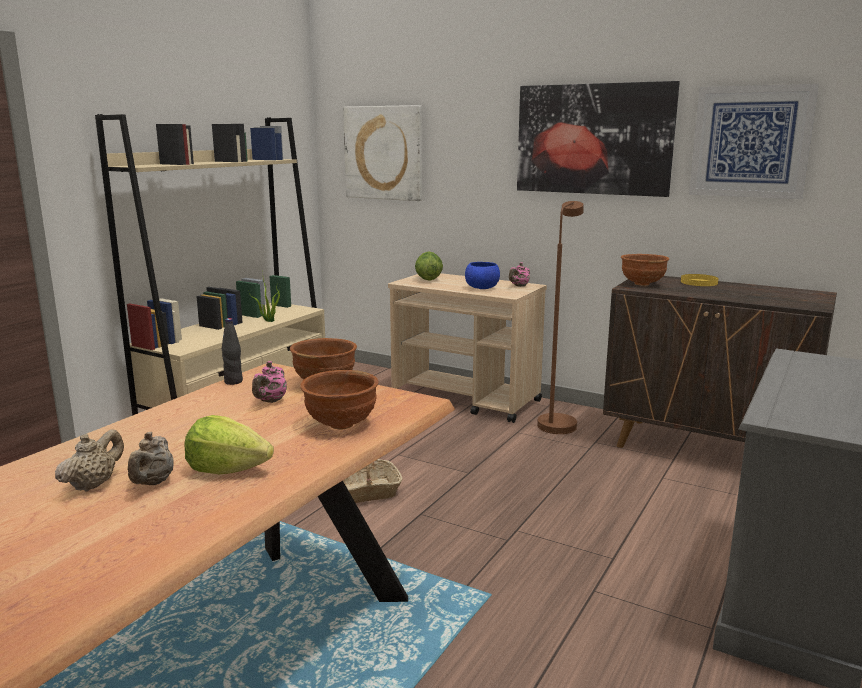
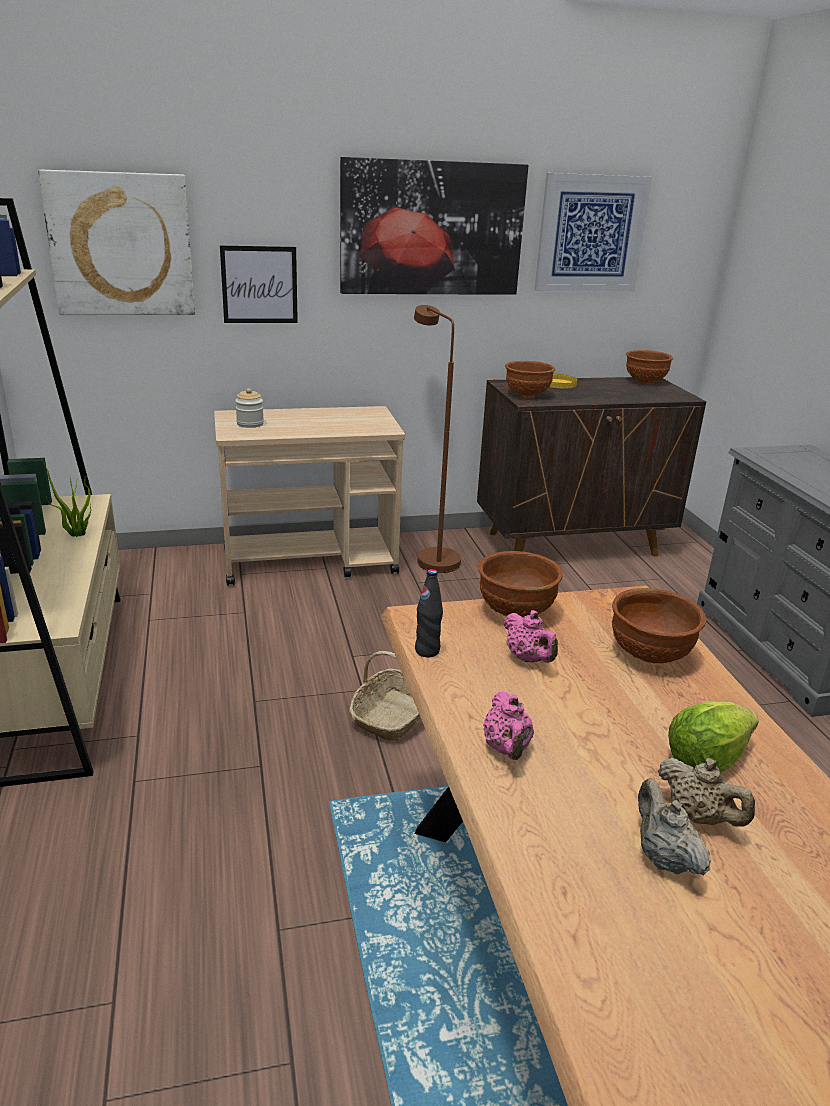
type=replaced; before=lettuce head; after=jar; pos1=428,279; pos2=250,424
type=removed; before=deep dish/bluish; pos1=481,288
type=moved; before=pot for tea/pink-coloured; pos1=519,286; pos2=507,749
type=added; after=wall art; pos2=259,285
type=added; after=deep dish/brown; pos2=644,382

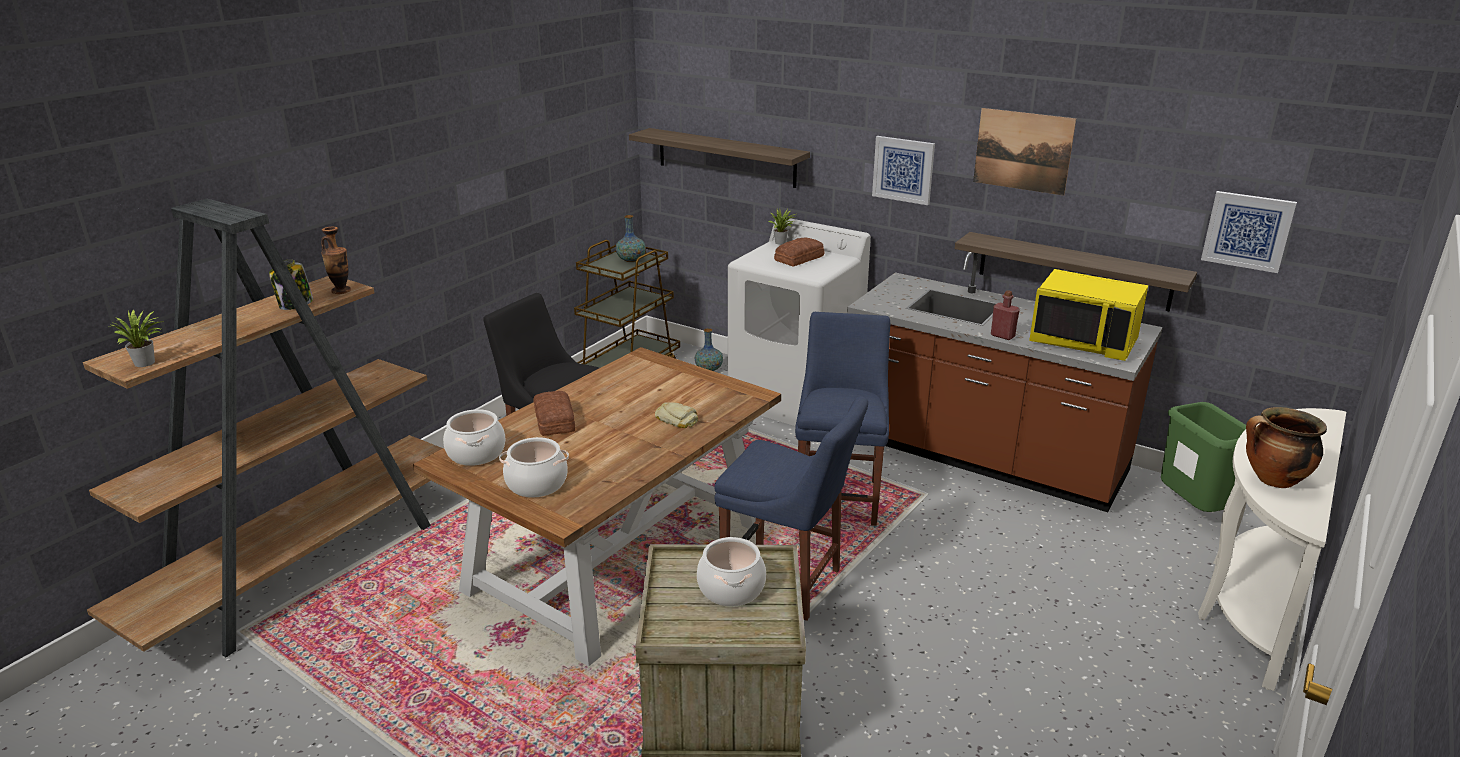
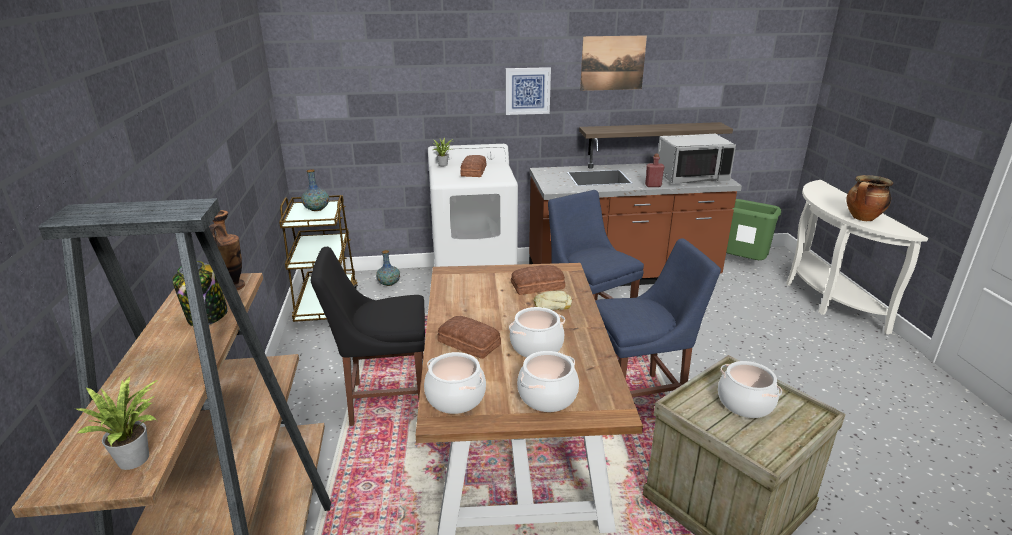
type=removed; before=shelf; pos1=726,157
type=removed; before=wall art; pos1=1247,231
type=recoloured; before=microwave oven/yellow-coloured; after=microwave oven/gray; pos1=1084,341; pos2=691,177
type=added; after=bread; pos2=538,286
type=added; after=stockpot; pos2=536,347

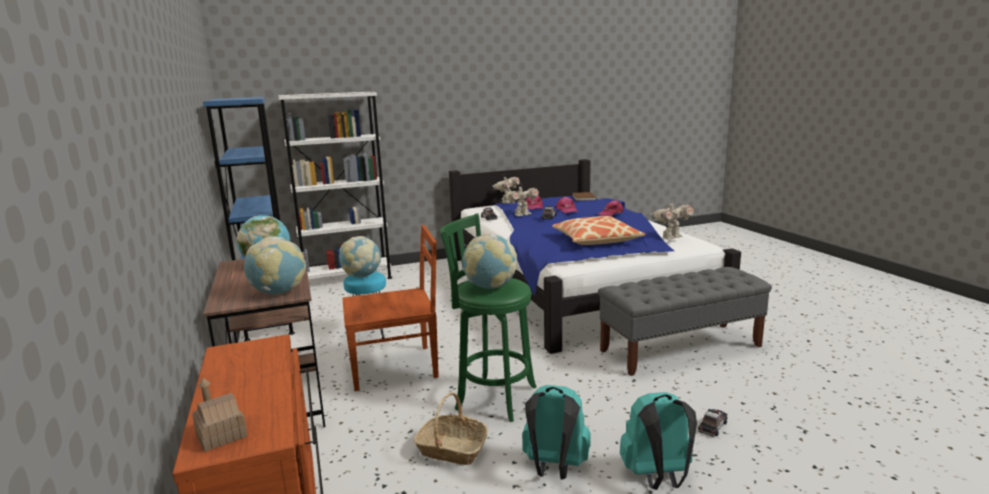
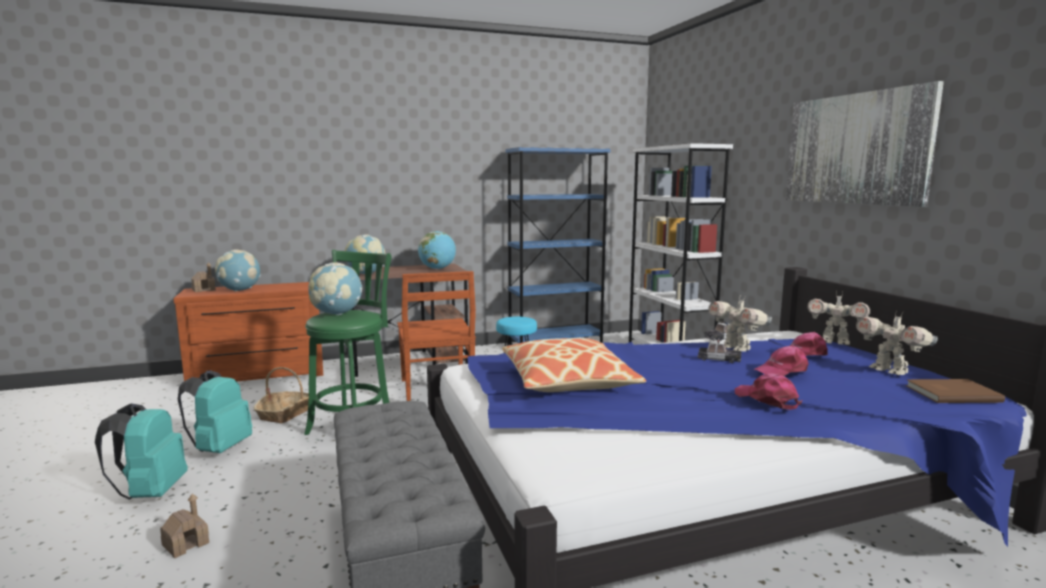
type=moved; before=model robot; pos1=671,237; pos2=889,371
type=moved; before=world globe; pos1=361,276; pos2=240,290
type=replaced; before=model car; after=miniature house; pos1=713,426; pos2=186,544
type=added; after=wall art; pos2=855,149

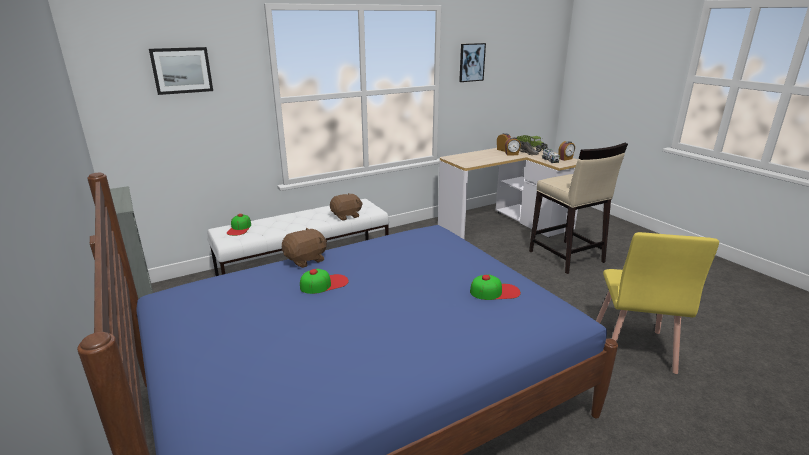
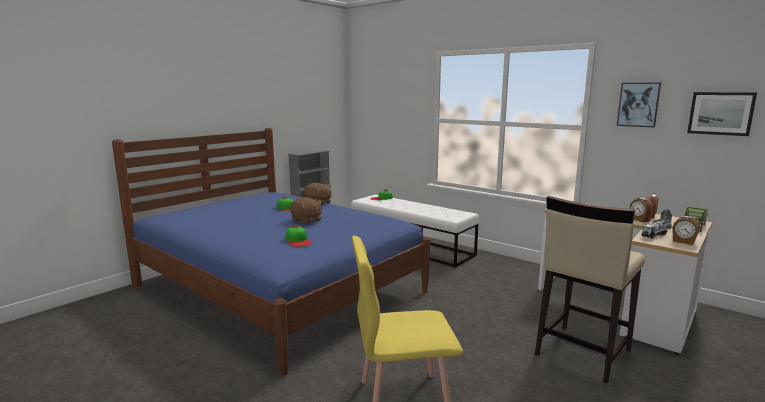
type=moved; before=wall art; pos1=182,70; pos2=720,113
type=moved; before=cuddly toy/brown; pos1=346,216; pos2=306,220

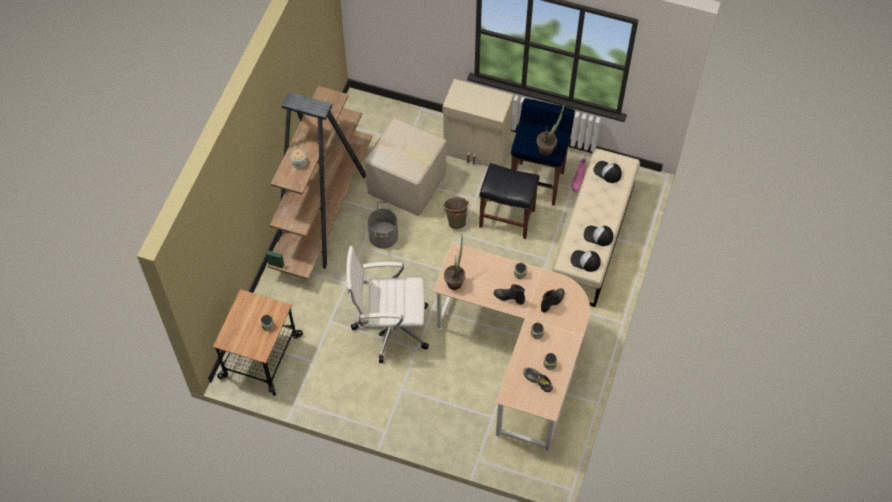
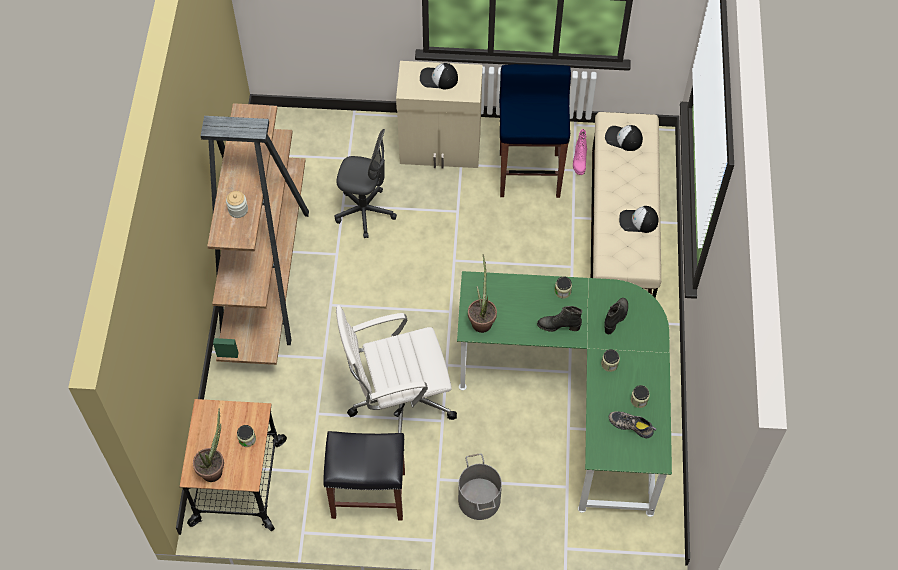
type=moved; before=plant in a pot; pos1=547,148; pos2=214,468
type=replaced; before=cardboard box; after=computer chair/gray; pos1=407,184; pos2=365,212
type=moved; before=stool/black-coloured; pos1=506,218; pos2=367,494
type=removed; before=pail/green; pos1=456,219
type=moved; before=pail/gray; pos1=383,236; pos2=478,500
type=recoloured; before=desk table/sand-coloured; after=desk table/green; pos1=519,357; pos2=576,400
type=moved; before=cap; pos1=585,261; pos2=438,78

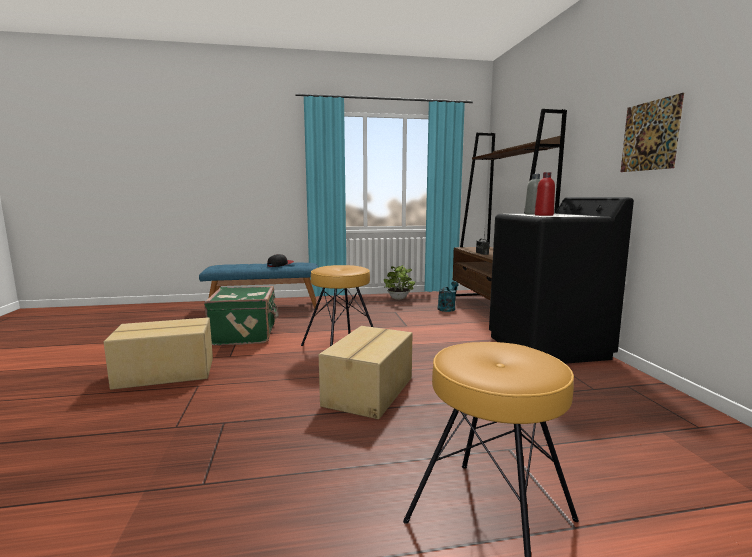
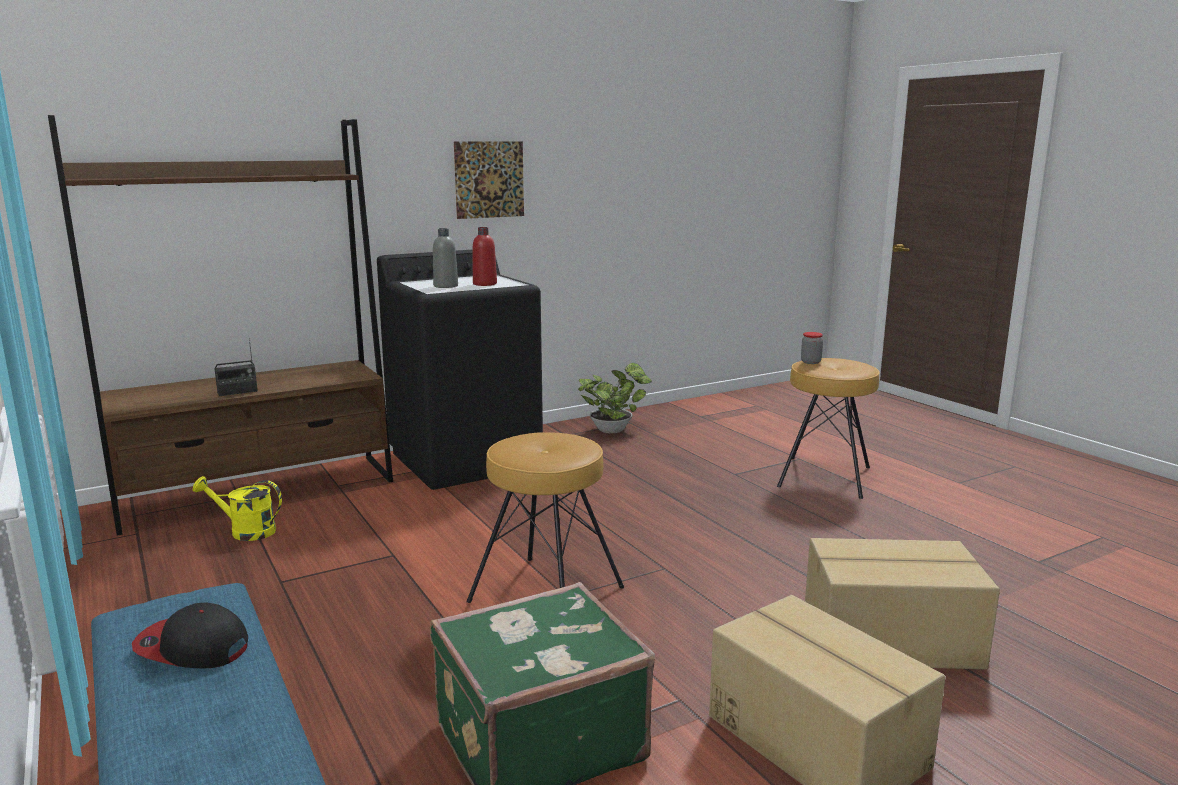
type=moved; before=plant in a pot; pos1=398,299; pos2=614,430
type=recoloured; before=sprinkling can/turquoise-coloured; after=sprinkling can/yellow-coloured; pos1=447,308; pos2=245,531
type=moved; before=cardboard box; pos1=370,391; pos2=889,638
type=added; after=jar; pos2=810,362

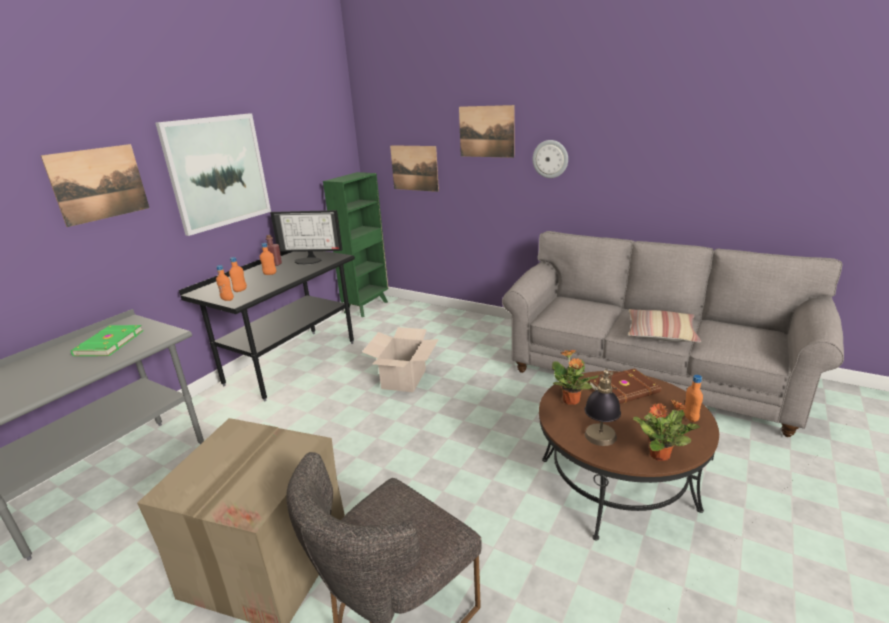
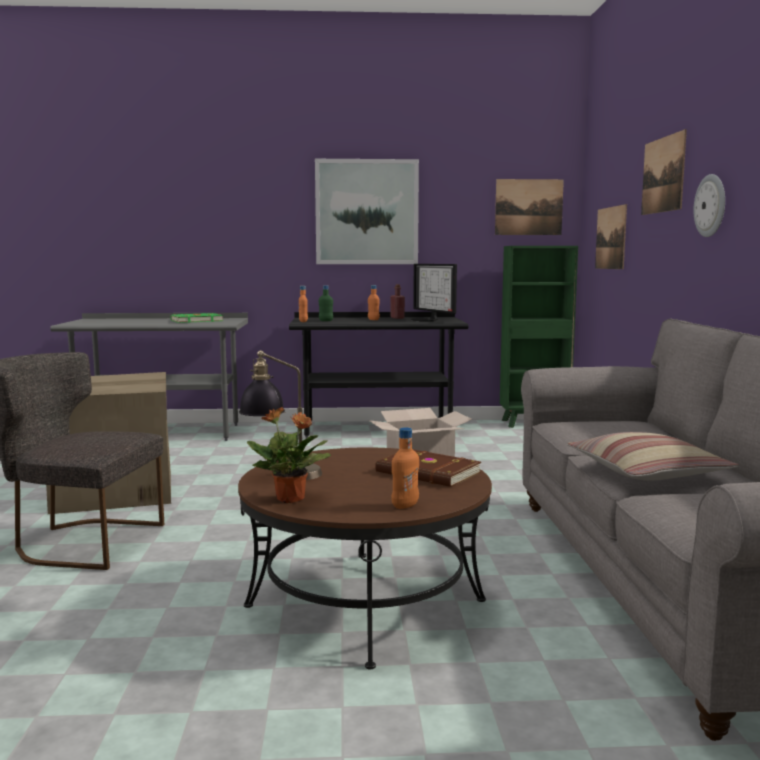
type=moved; before=wall art; pos1=99,184; pos2=528,207
type=recoloured; before=bottle/orange-coloured; after=bottle/green; pos1=240,290; pos2=326,321
type=removed; before=plant in a pot; pos1=571,401

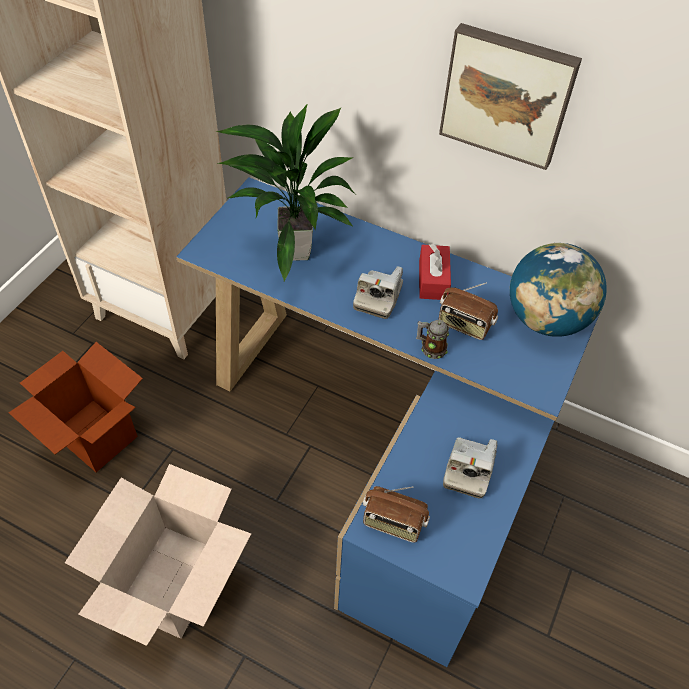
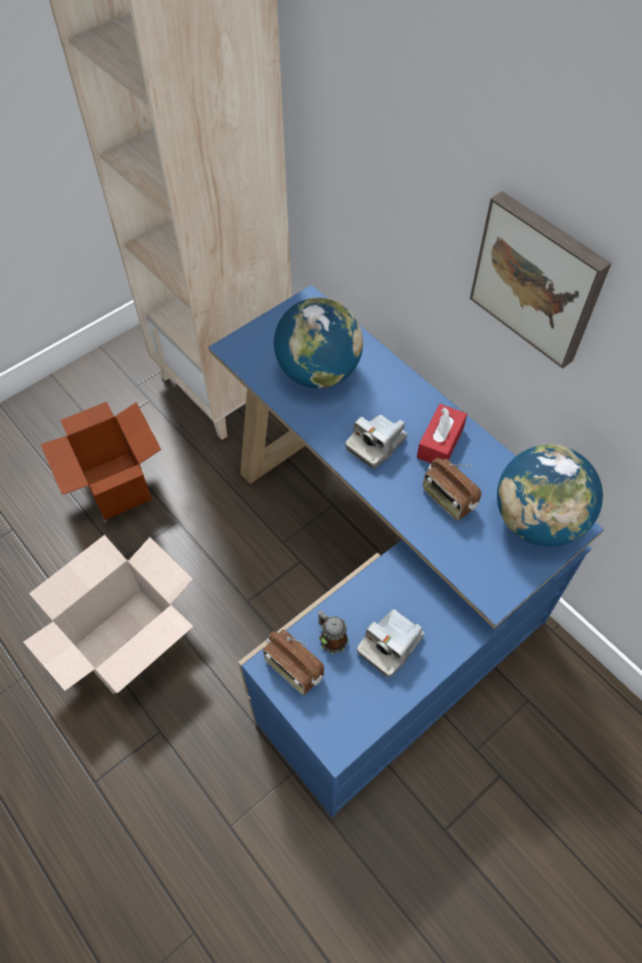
type=replaced; before=plant in a pot; after=world globe; pos1=294,250; pos2=318,372
type=moved; before=coffee mug; pos1=430,348; pos2=331,637

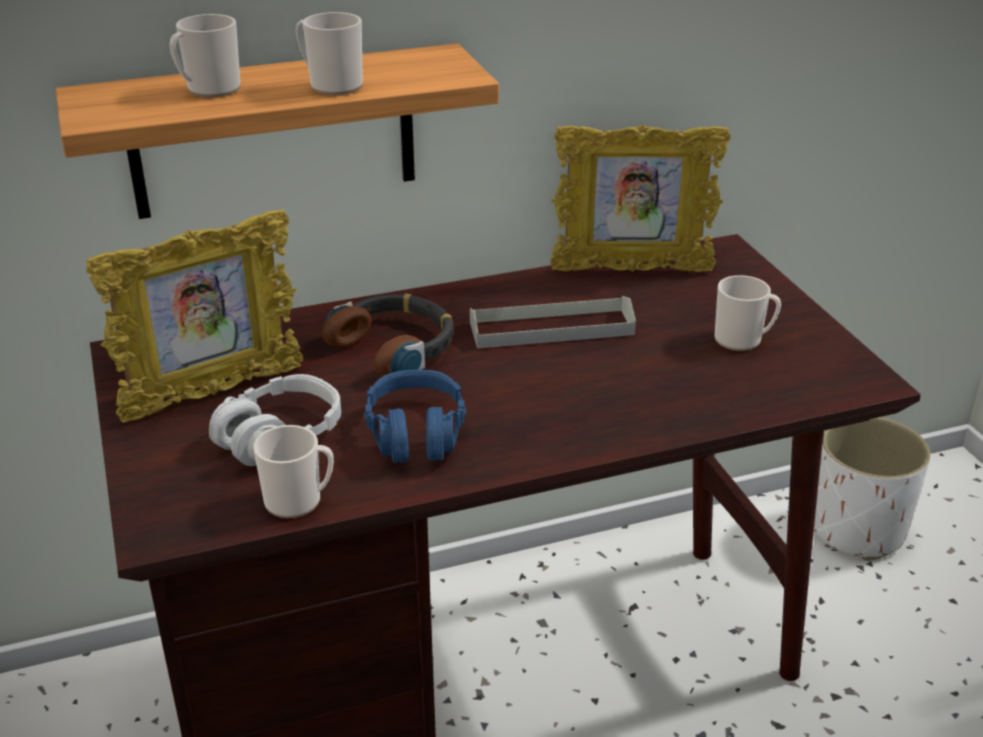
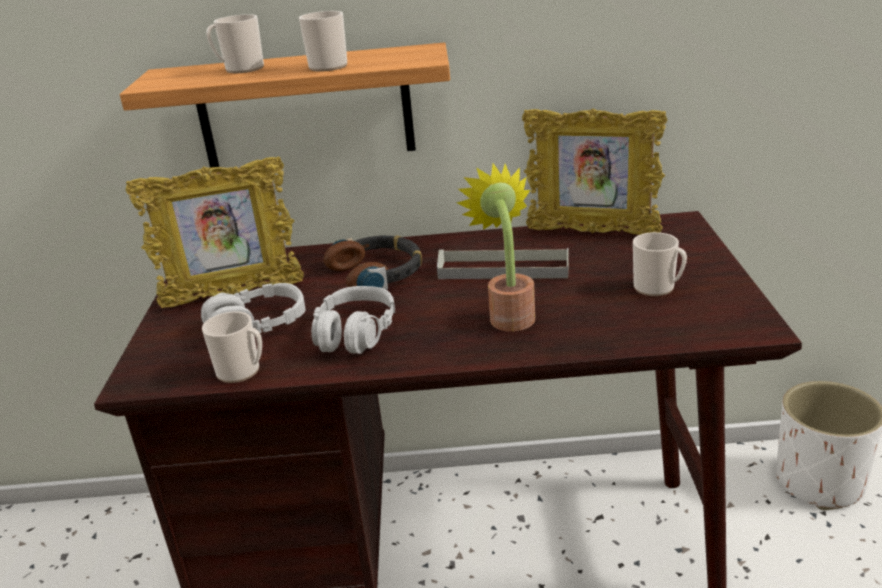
type=recoloured; before=headphones/bluish; after=headphones/gray; pos1=416,433; pos2=355,334
type=added; after=plant in a pot; pos2=509,315

